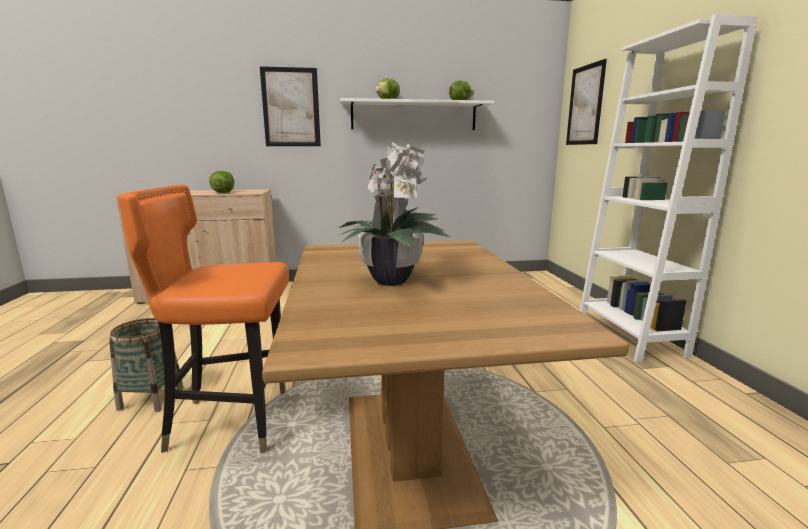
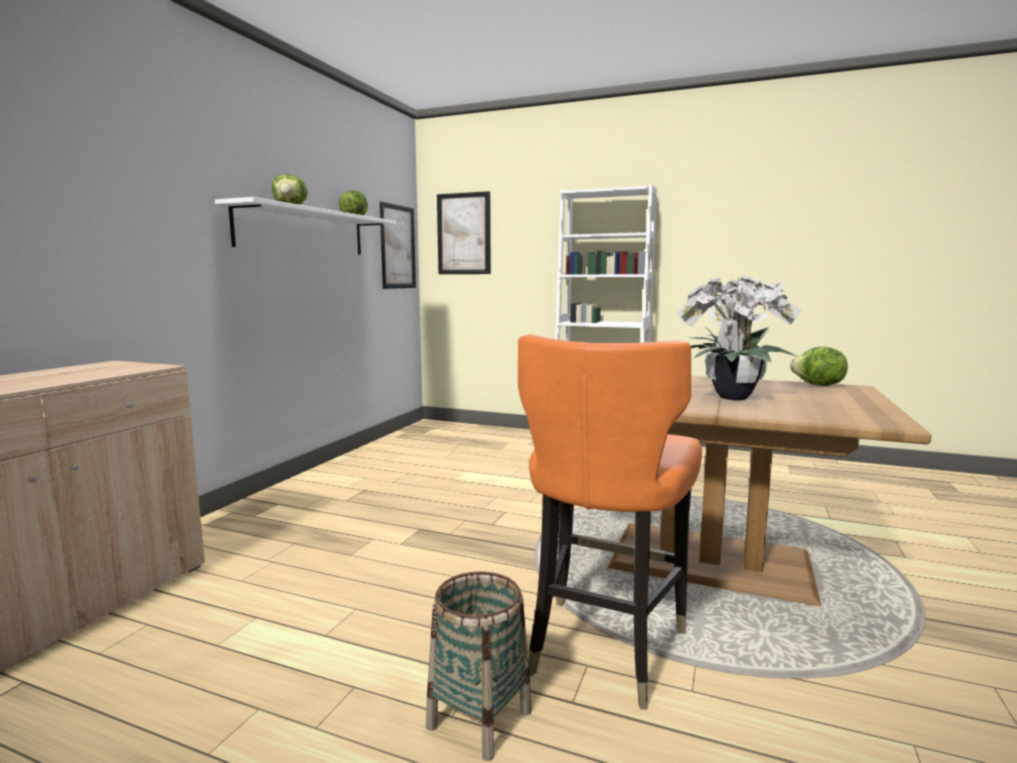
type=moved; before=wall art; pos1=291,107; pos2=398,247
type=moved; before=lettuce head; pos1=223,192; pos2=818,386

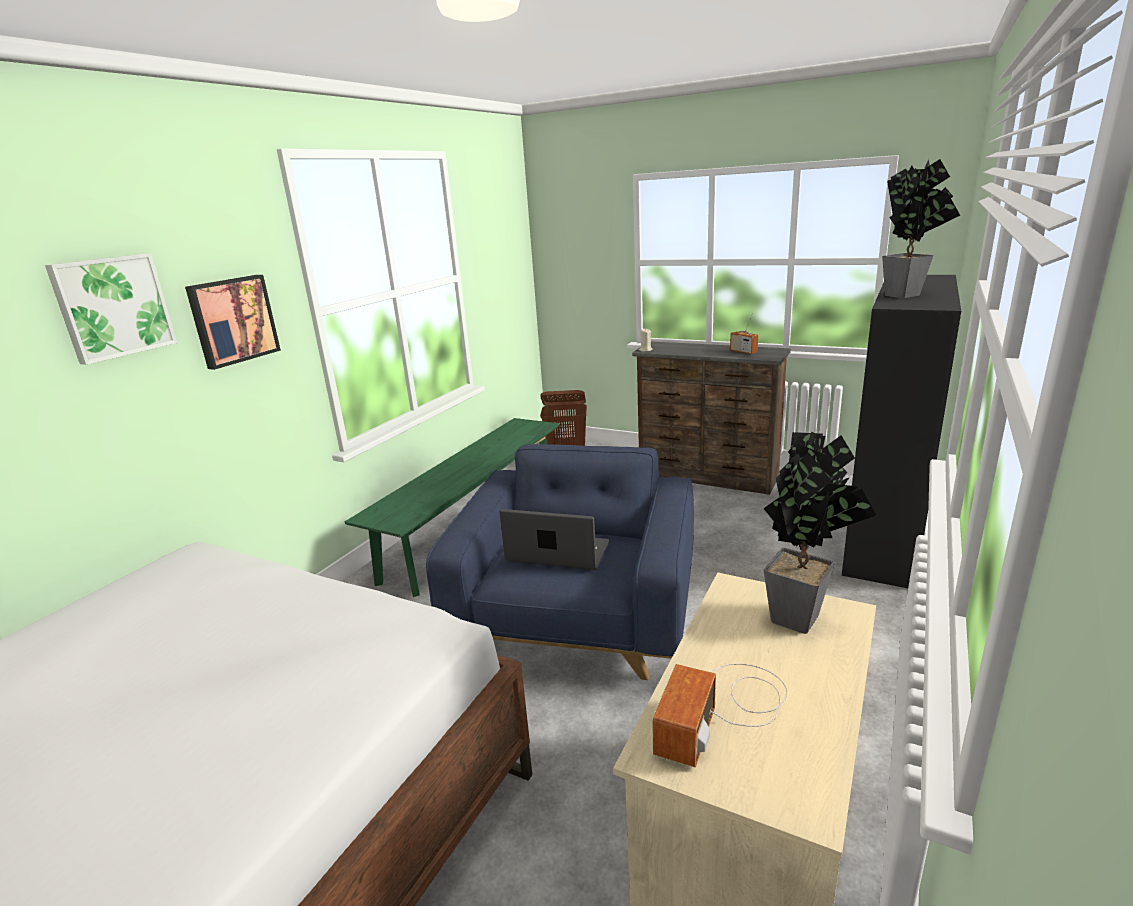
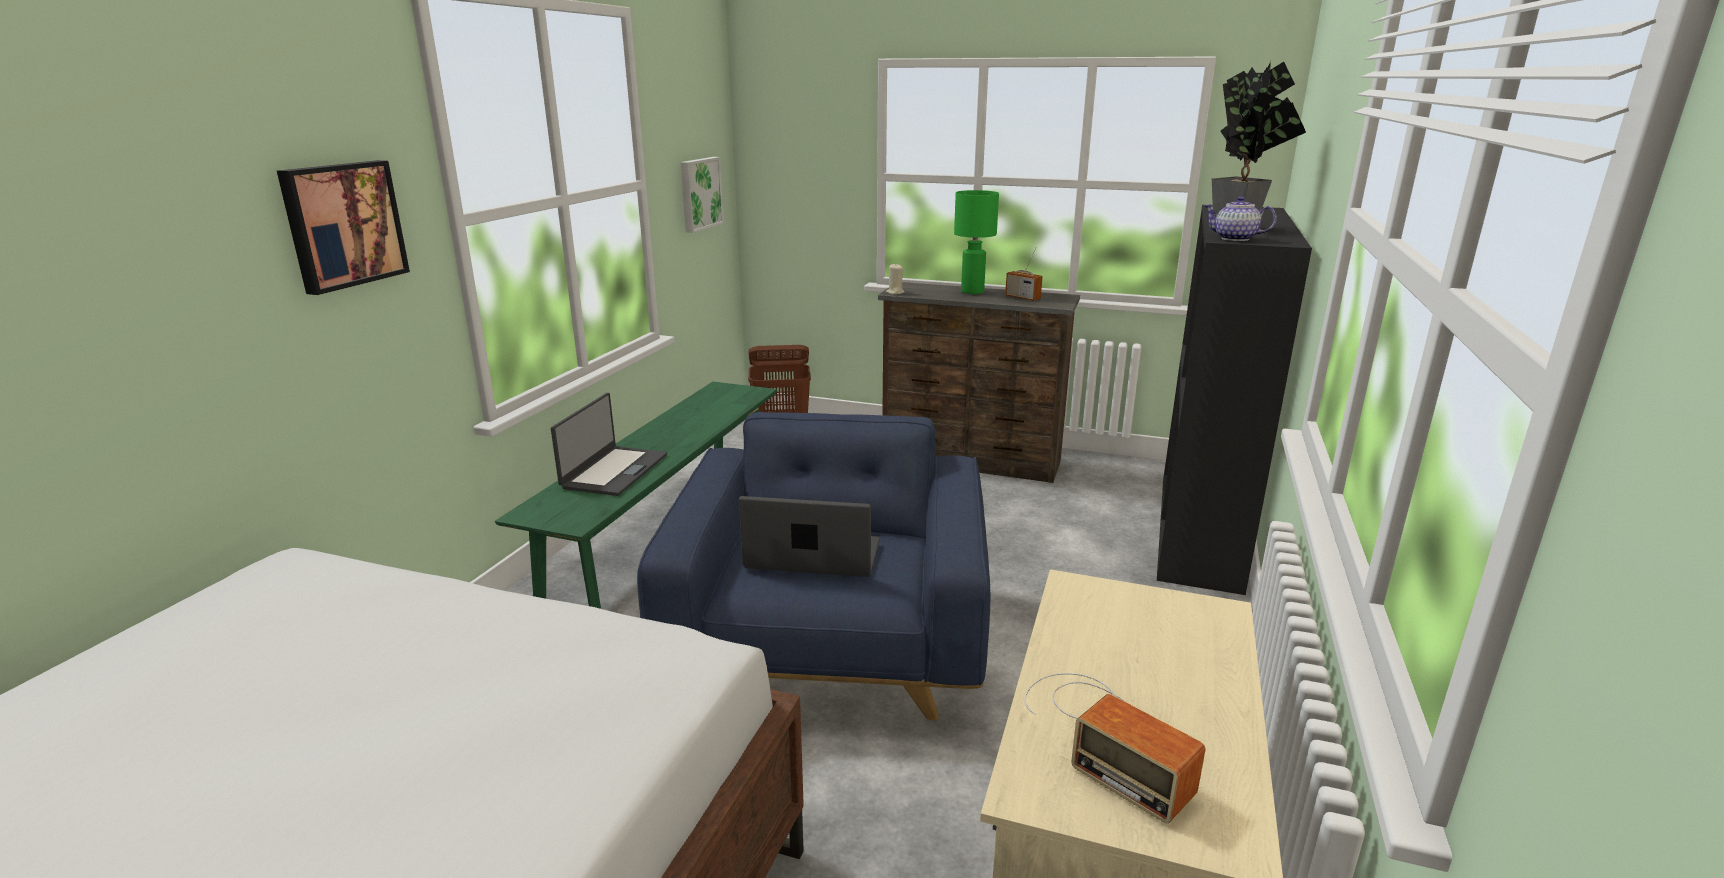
type=moved; before=wall art; pos1=113,307; pos2=699,193
type=removed; before=plant in a pot; pos1=802,615
type=turned; before=radio set; pos1=725,711; pos2=1103,735; turn=-60
type=added; after=lamp for a table/green; pos2=972,292
type=added; after=pot for tea; pos2=1234,239
type=added; after=notebook computer; pos2=614,471

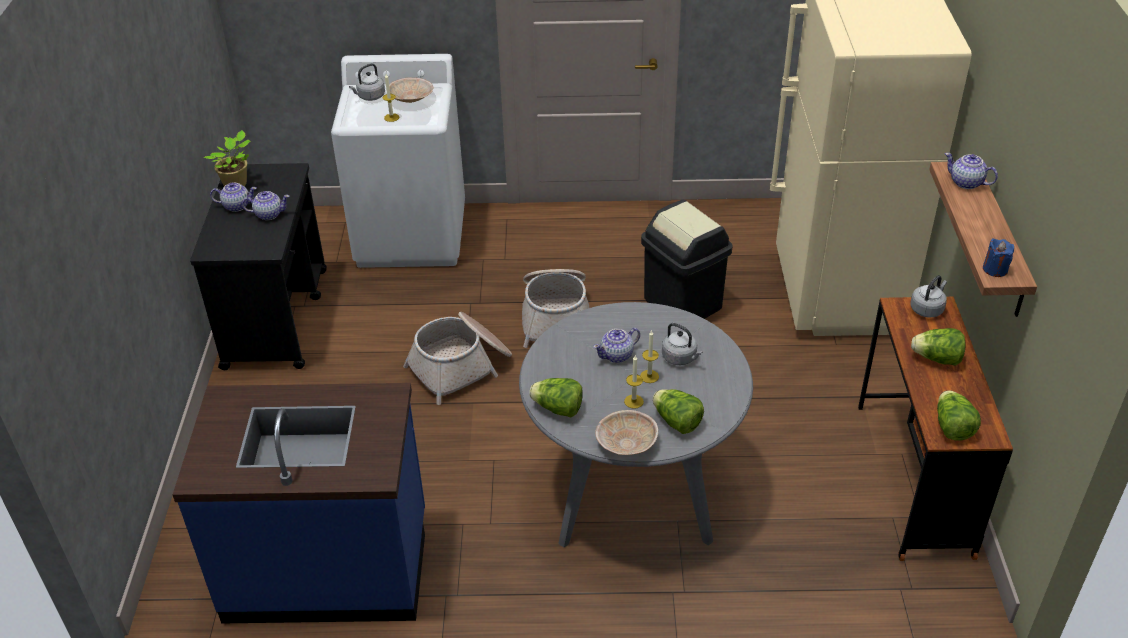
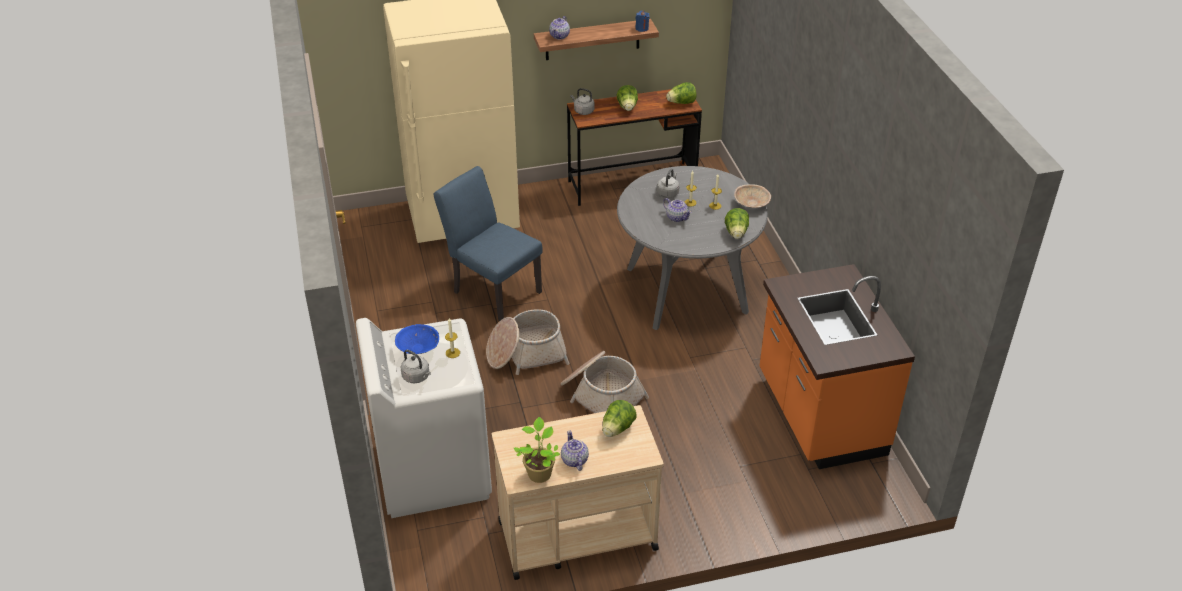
type=recoloured; before=deep dish/sand-coloured; after=deep dish/bluish; pos1=411,99; pos2=418,347
type=recoloured; before=wheeled cart/black-coloured; after=wheeled cart/sand-coloured; pos1=276,317; pos2=576,535
type=removed; before=pot for tea; pos1=268,214
type=replaced; before=waste bin/black-coloured; after=chair/bluish; pos1=683,303; pos2=492,289
type=recoloured; before=kitchen base unit/bluish; after=kitchen base unit/orange-coloured; pos1=328,567; pos2=819,415
type=moved; before=lettuce head; pos1=677,422; pos2=617,429

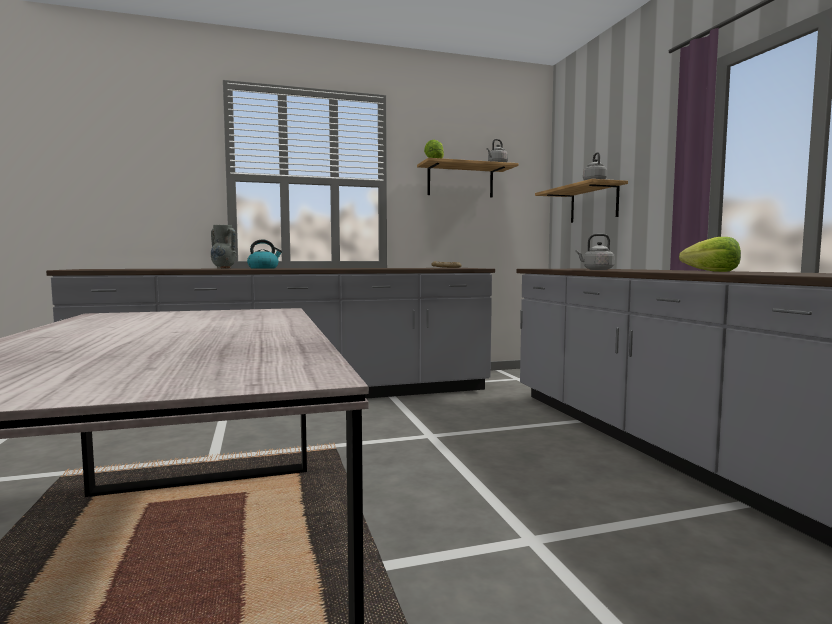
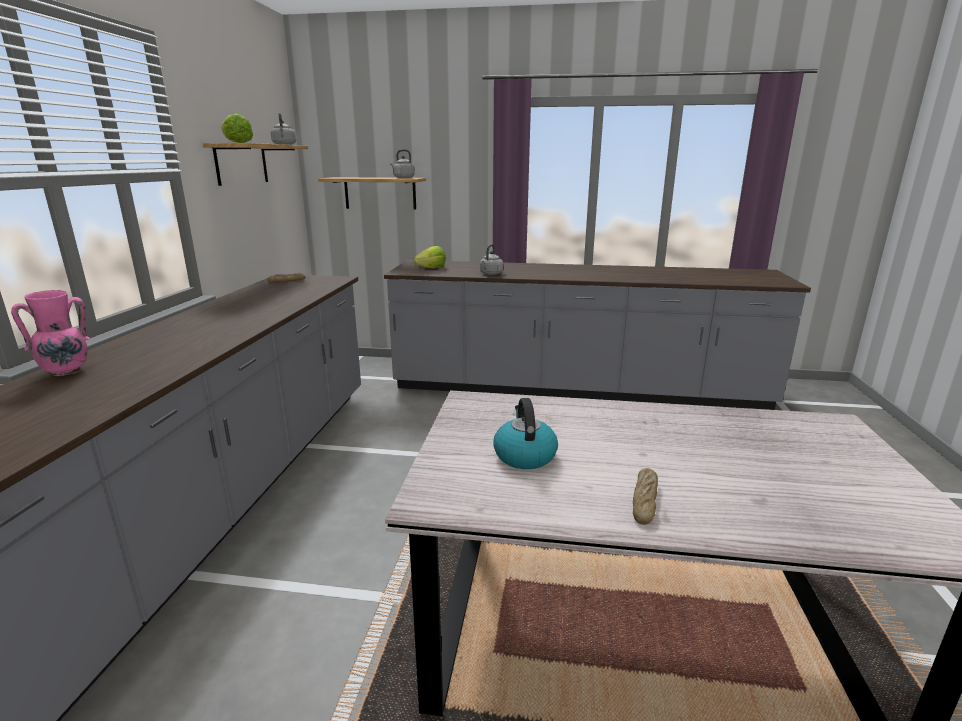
type=recoloured; before=vase/gray; after=vase/pink-coloured; pos1=224,268; pos2=67,372
type=moved; before=lettuce head; pos1=712,271; pos2=431,268
type=moved; before=tea kettle; pos1=263,268; pos2=524,455
type=added; after=bread; pos2=644,501

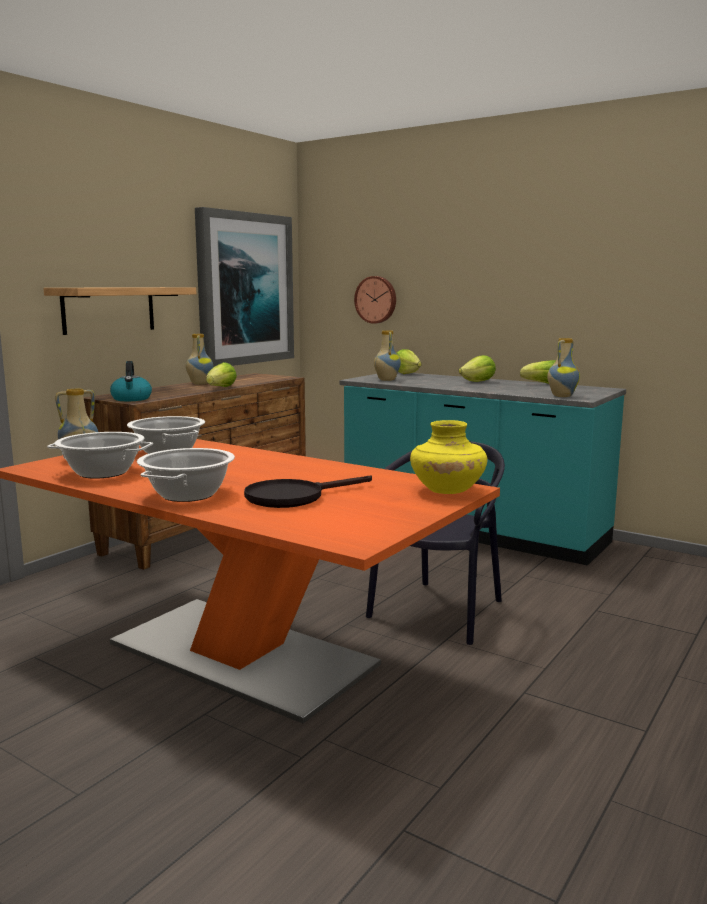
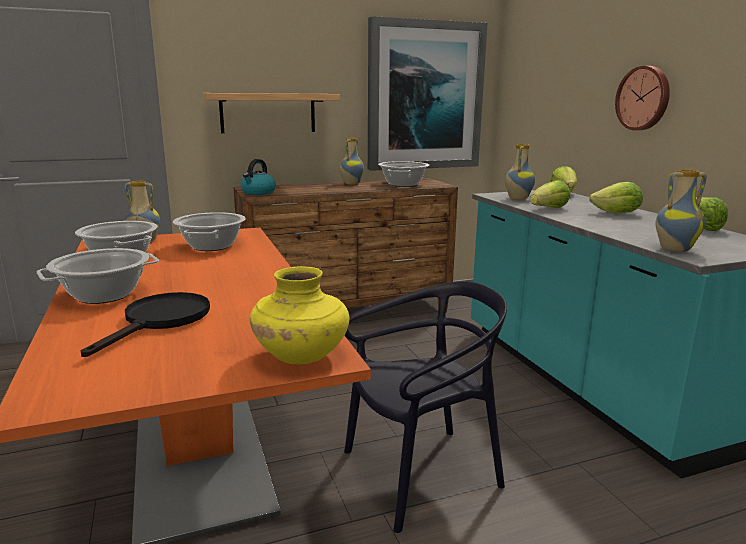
type=moved; before=hanging clock; pos1=376,299; pos2=644,98
type=moved; before=lettuce head; pos1=221,388; pos2=549,209
type=turned; before=skillet/black-coloured; pos1=294,497; pos2=161,321; turn=105
type=added; after=stockpot; pos2=403,184

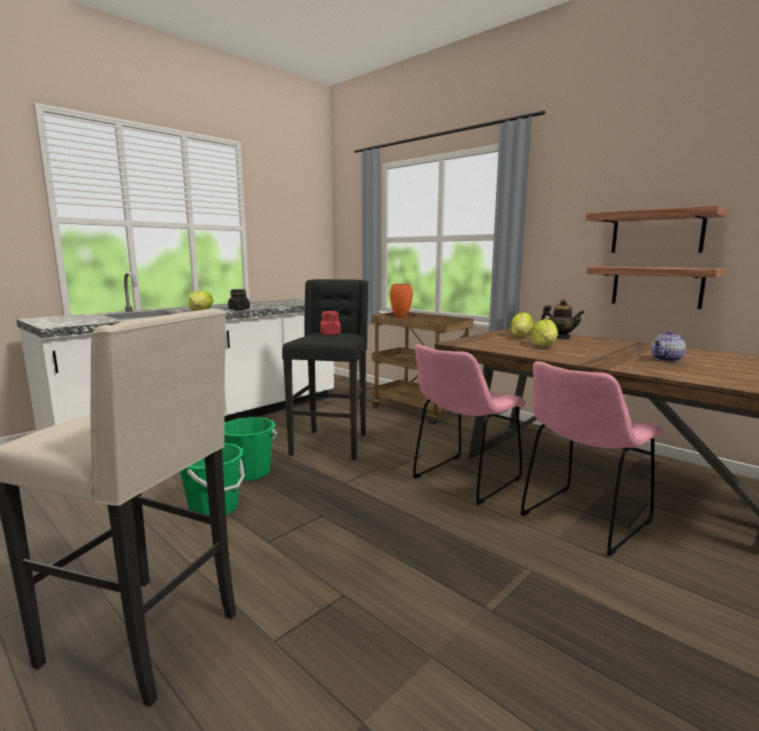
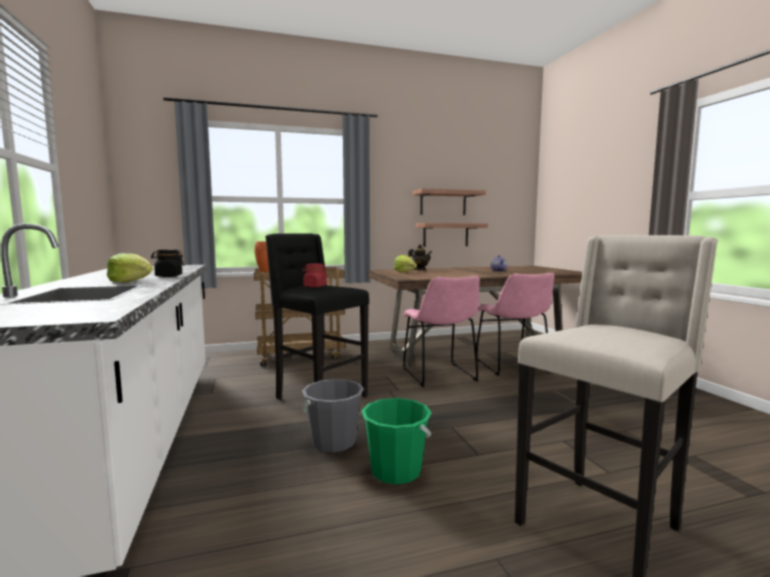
type=removed; before=lettuce head; pos1=545,346
type=recoloured; before=pail/green; after=pail/gray; pos1=250,473; pos2=334,442

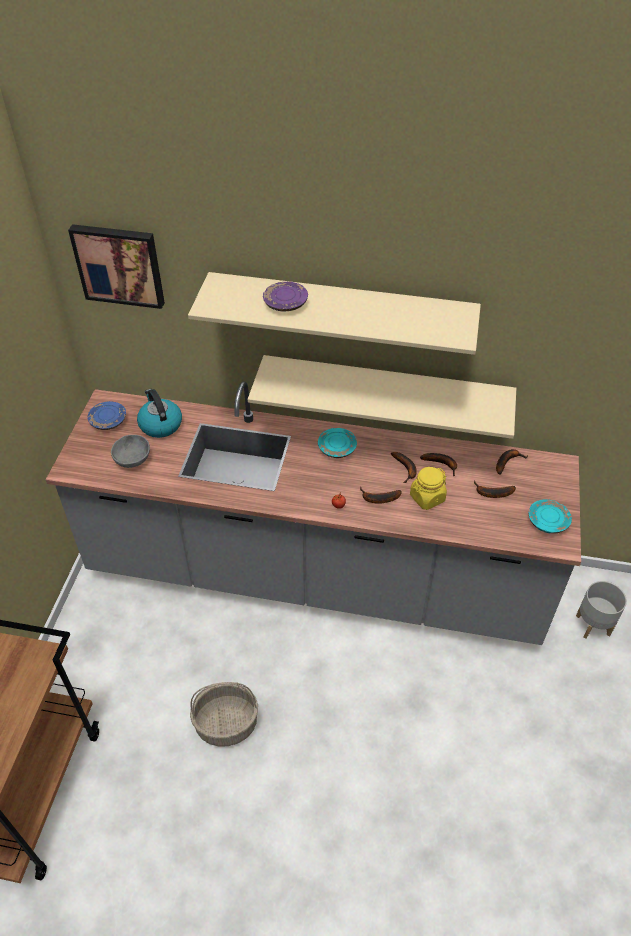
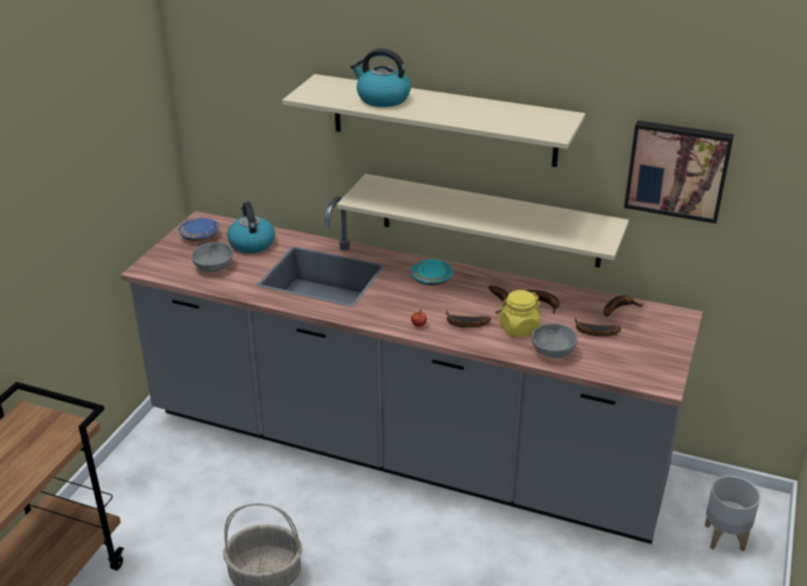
type=moved; before=wall art; pos1=119,264; pos2=677,169
type=replaced; before=flat dish/purple-coloured; after=tea kettle; pos1=285,303; pos2=382,99
type=removed; before=flat dish/turquoise-coloured; pos1=547,521
type=added; after=deep dish/gray; pos2=552,352

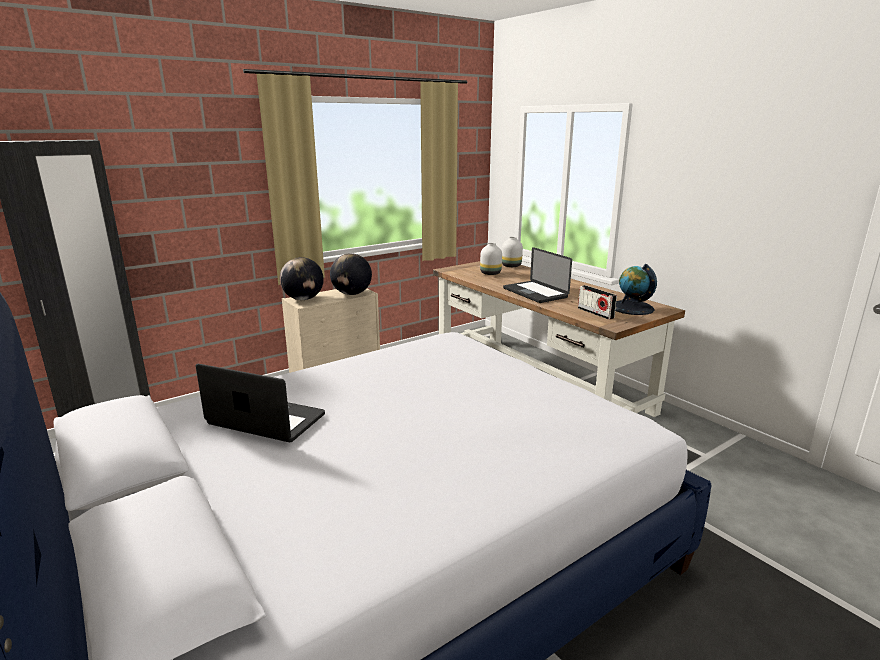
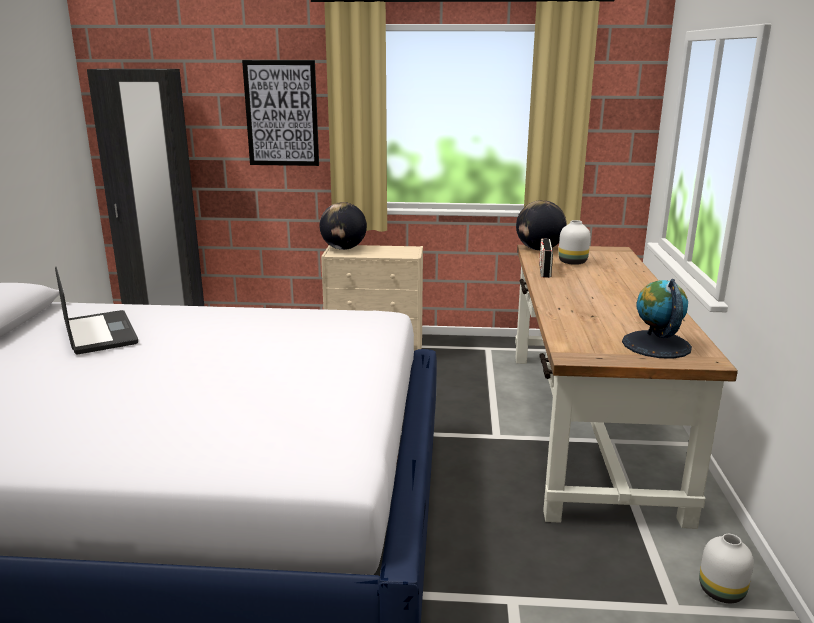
type=moved; before=vase/white; pos1=511,266; pos2=722,592
type=removed; before=notebook computer; pos1=535,293
type=moved; before=world globe; pos1=352,294; pos2=539,249
type=moved; before=radio set; pos1=595,313; pos2=544,270
type=added; after=wall art; pos2=281,113

